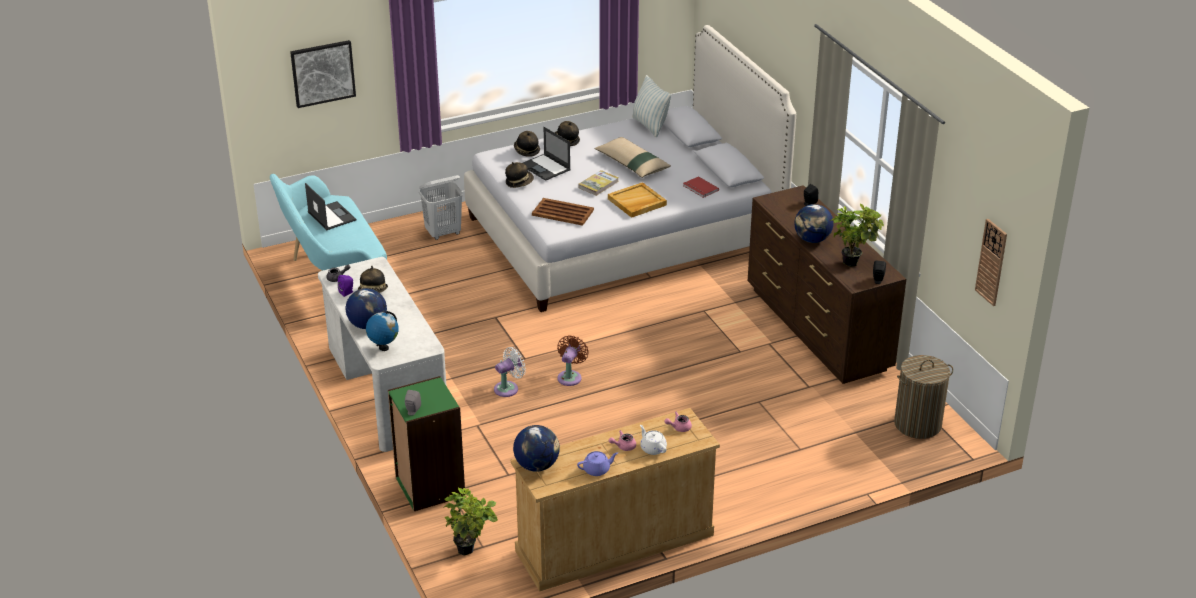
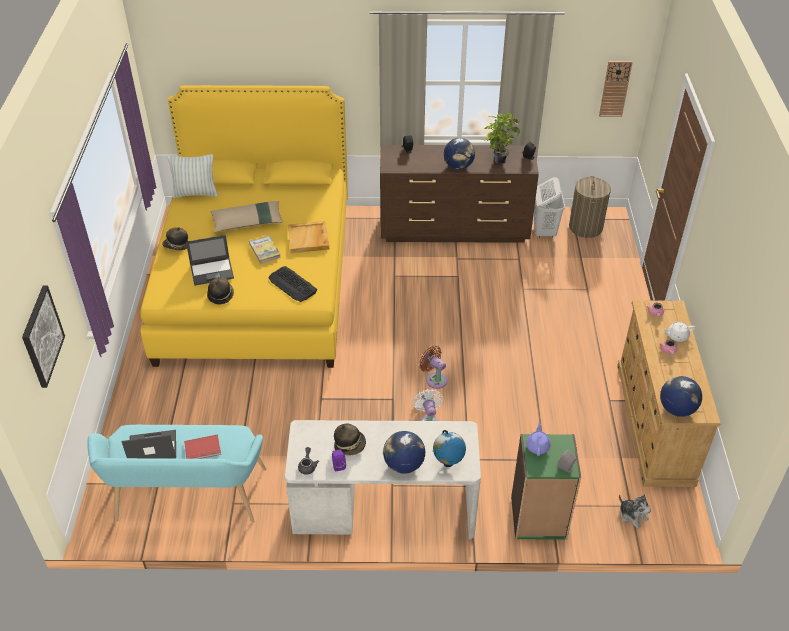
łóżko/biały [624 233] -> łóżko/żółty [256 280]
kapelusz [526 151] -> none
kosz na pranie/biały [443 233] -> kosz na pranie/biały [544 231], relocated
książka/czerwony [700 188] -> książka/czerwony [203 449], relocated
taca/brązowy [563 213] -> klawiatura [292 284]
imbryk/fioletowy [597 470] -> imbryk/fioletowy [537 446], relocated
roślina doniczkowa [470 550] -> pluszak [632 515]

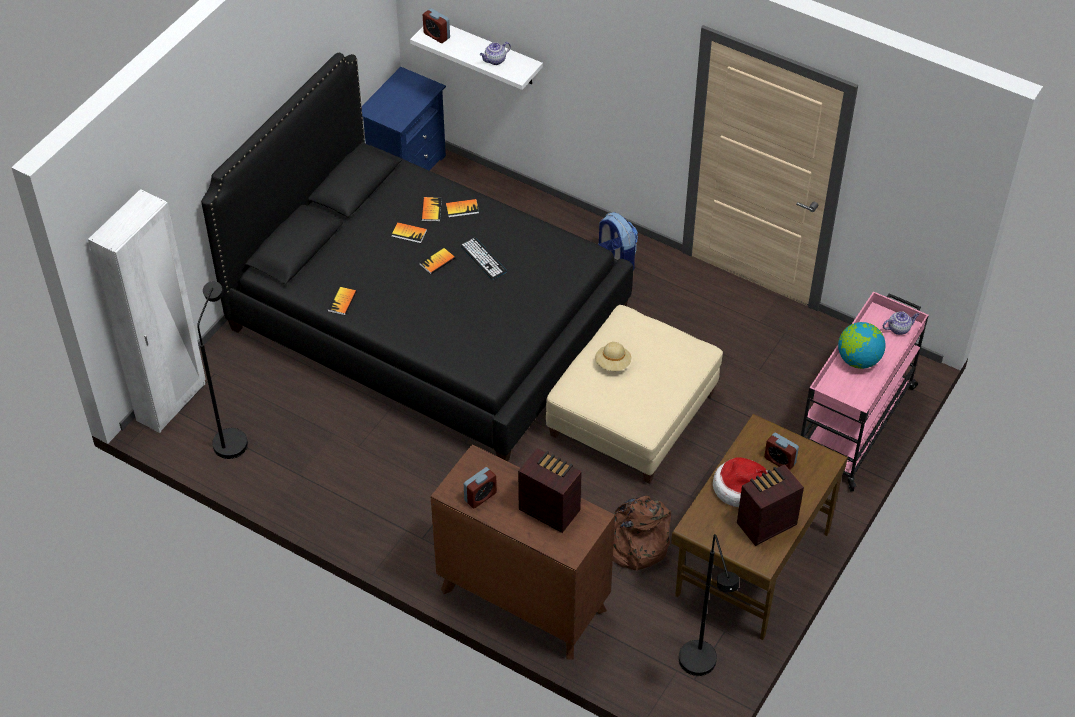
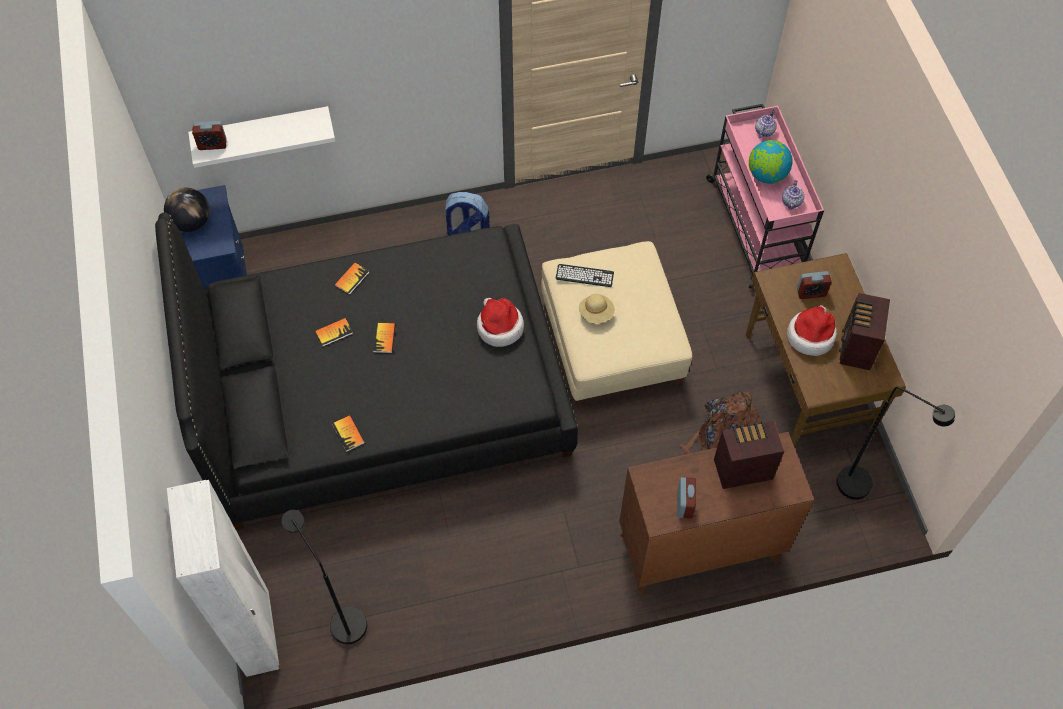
imbryk [495 60] -> imbryk [791 202], relocated
książka [431 210] -> none
klawiatura [483 259] -> klawiatura [584 276], relocated
none -> globus [191 222]
none -> kapelusz [499 327]

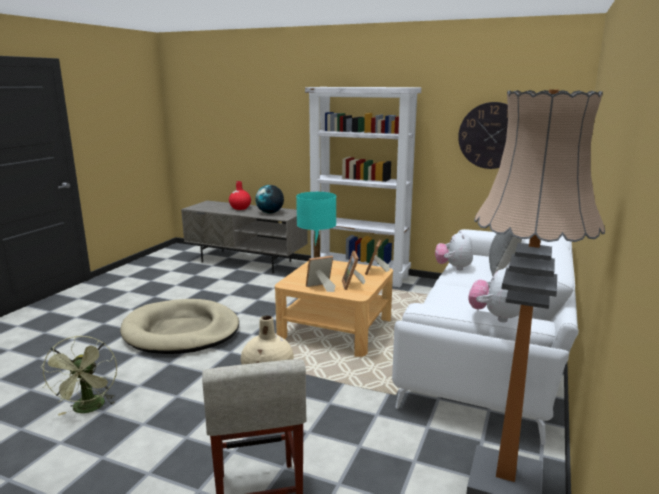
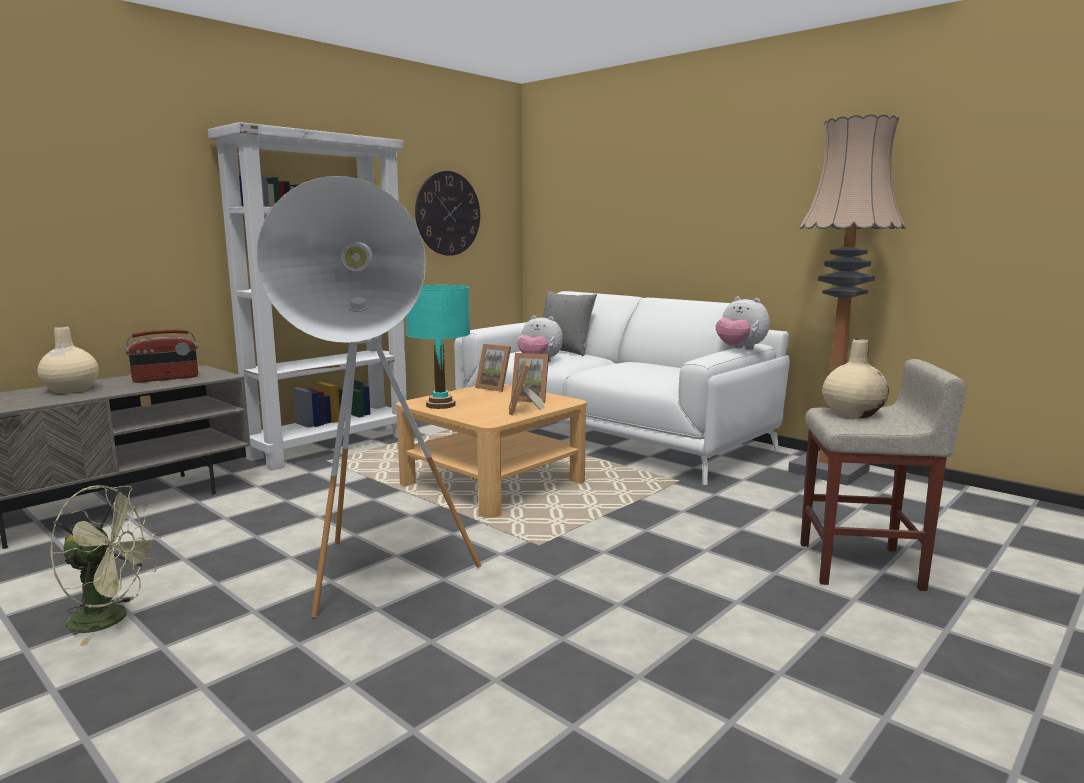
wazon/czerwony [240 208] -> wazon/beżowy [71 390]
globus [270 213] -> radio [165 379]
legowisko/beżowy [181 331] -> lampa stojąca/biały [373 589]
wentylator/zielony [89 409] -> wentylator/zielony [111 619], relocated

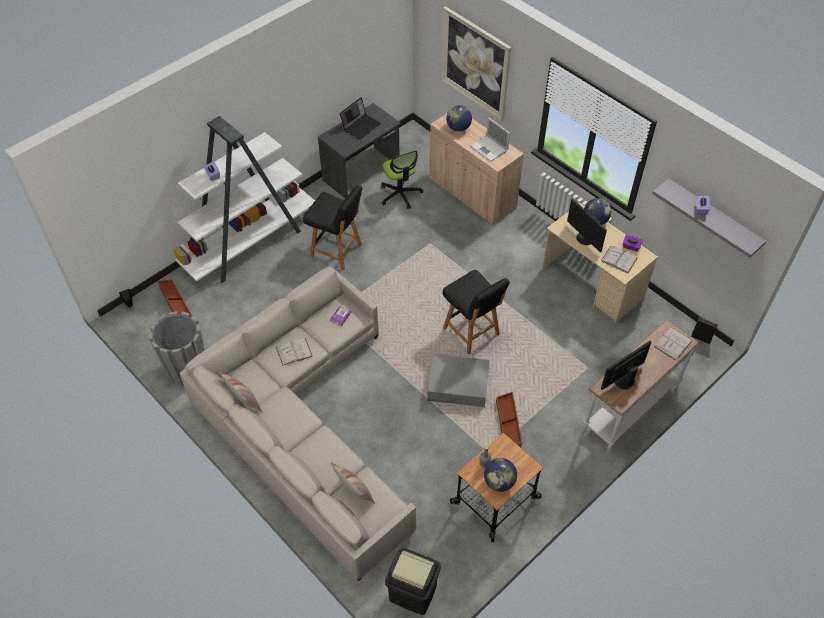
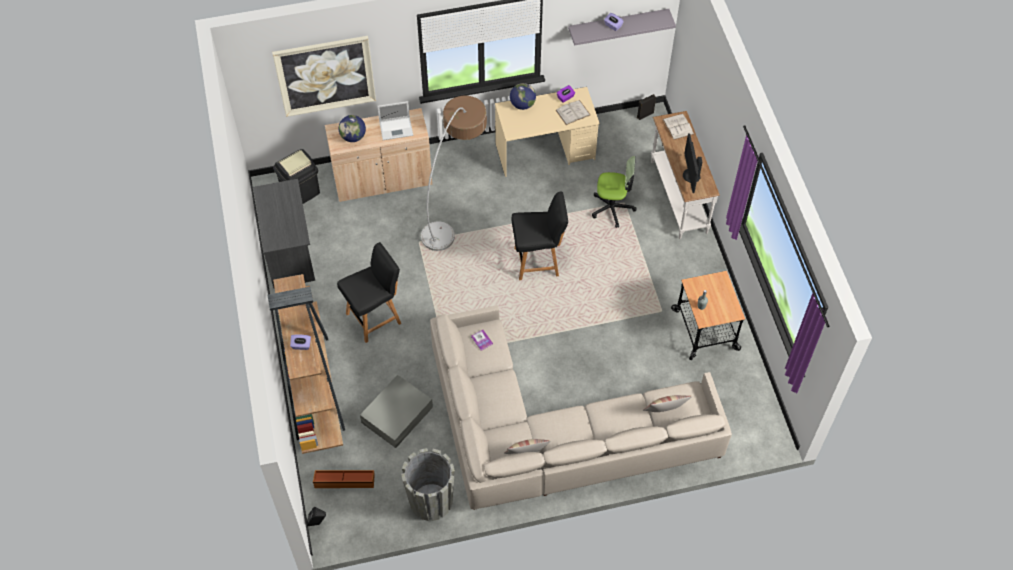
laptop [361 126] -> none
regał/biały [250 243] -> regał/brązowy [312 385]
krzesło biurowe [400 194] -> krzesło biurowe [612 208], relocated
monitor [584 238] -> none
książka/biały [294 352] -> none
pojemnik do przechowywania/szary [459 385] -> pojemnik do przechowywania/szary [398 414], relocated
pojemnik do przechowywania/brązowy [508 425] -> none
globus [499 482] -> none
kosz na śmieci/czarny [412 593] -> kosz na śmieci/czarny [300 192], relocated
none -> lampa stojąca [455 201]

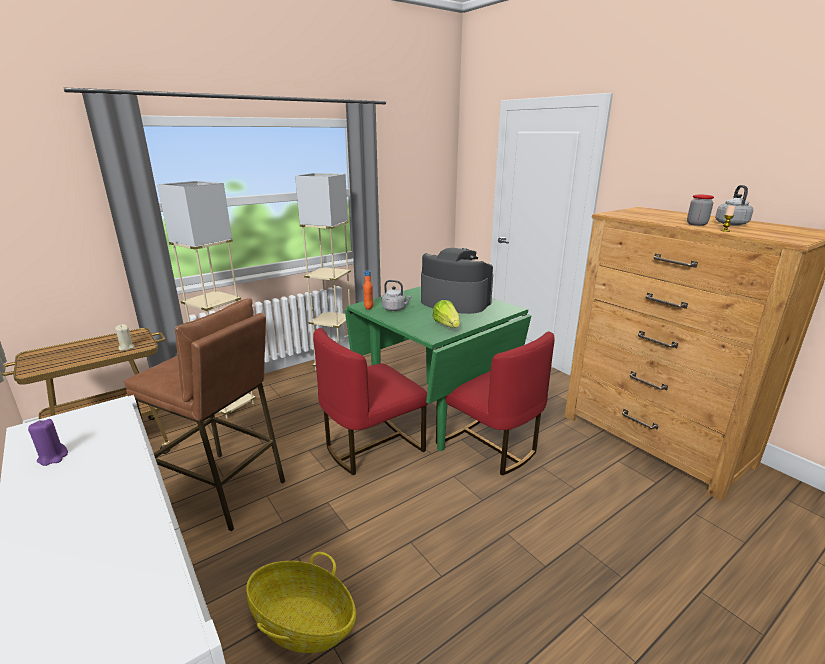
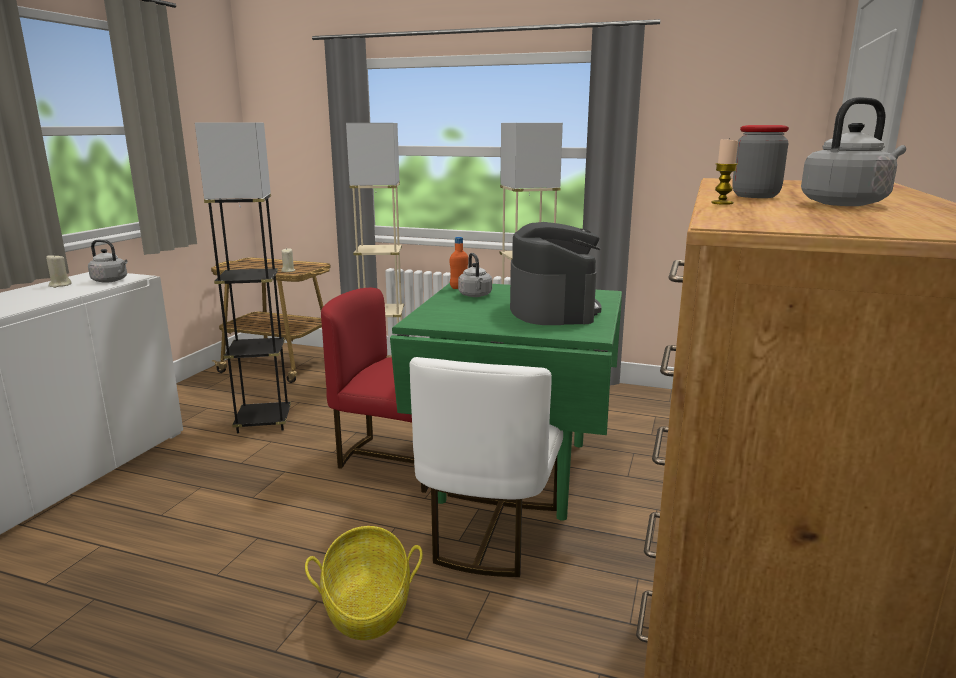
stołek/brązowy [224 490] -> lampa stojąca/szary [263 422]
sałata [447 325] -> none
krzesło/czerwony [489 446] -> krzesło/biały [489 533]
świeca/fioletowy [53 457] -> świeca/beżowy [60 285]
koszyk [303 623] -> koszyk [367 606], relocated
none -> czajnik/szary [111 280]

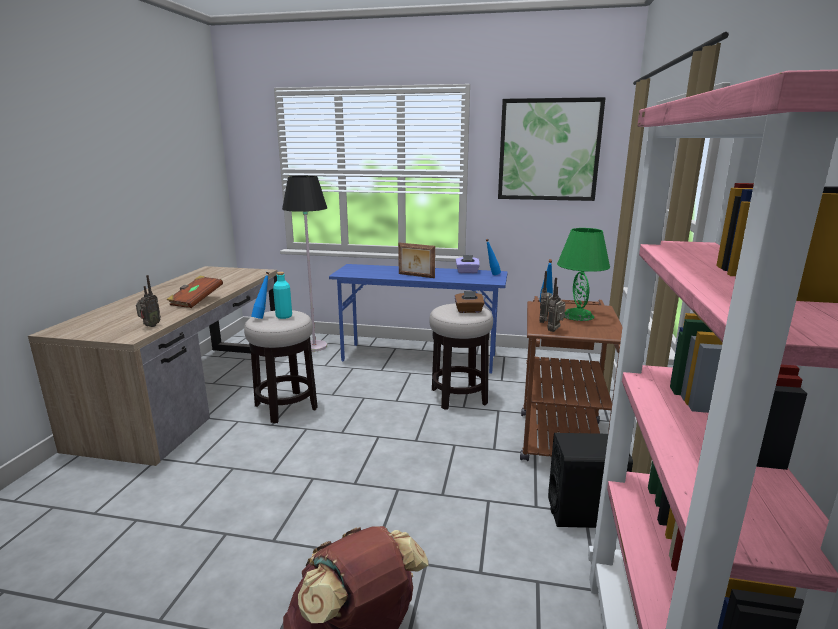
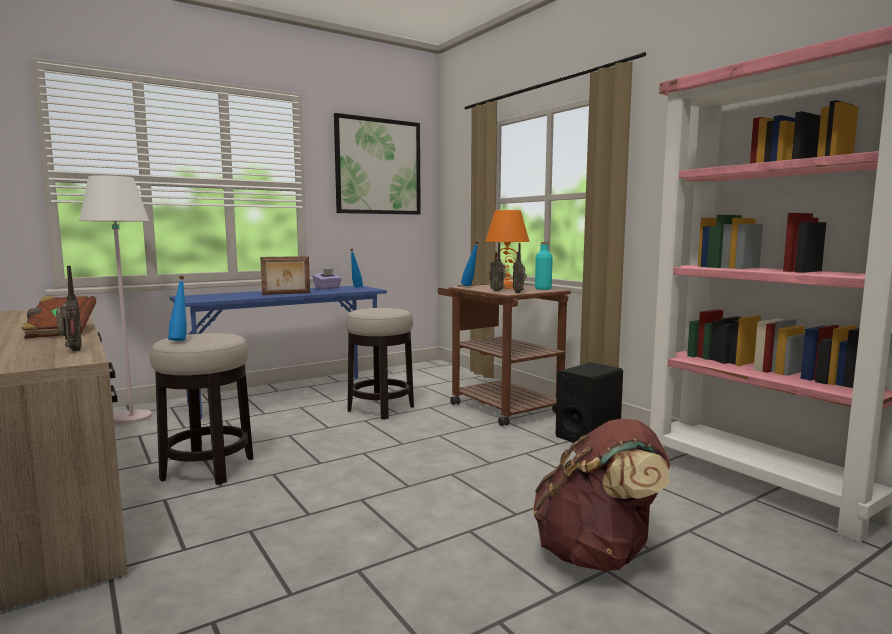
lampa stojąca/czarny [314 346] -> lampa stojąca/biały [131 418]
lampa stołowa/zielony [577 315] -> lampa stołowa/pomarańczowy [506 287]
butelka/turkusowy [284 316] -> butelka/turkusowy [543 289], relocated
pudełko chusteczek/brązowy [469 311] -> none

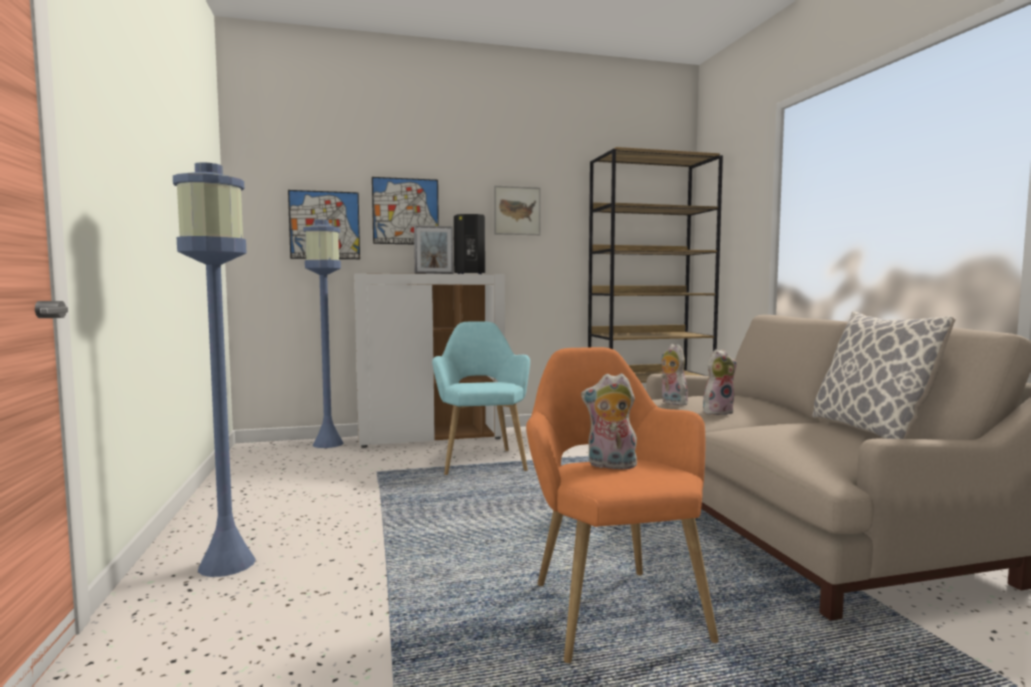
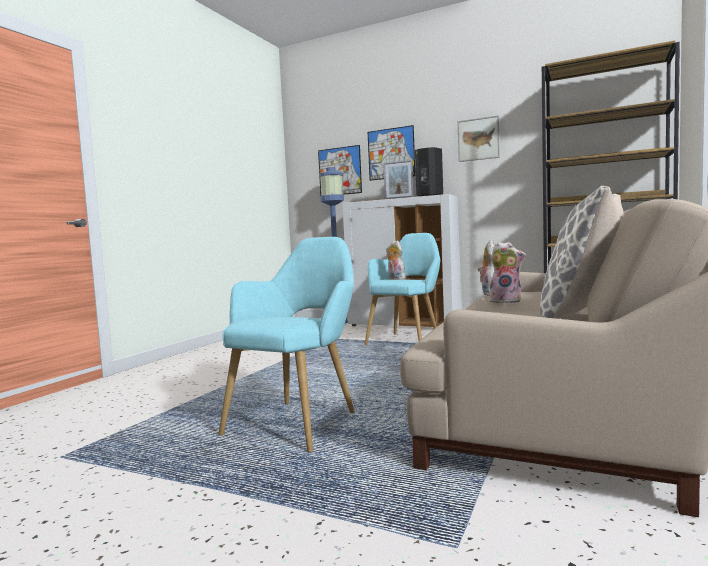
lampa stojąca/niebieski [226 564] -> none
fotel/pomarańczowy [610 605] -> fotel/turkusowy [299 421]
pluszak [610 466] -> pluszak [395 279], relocated

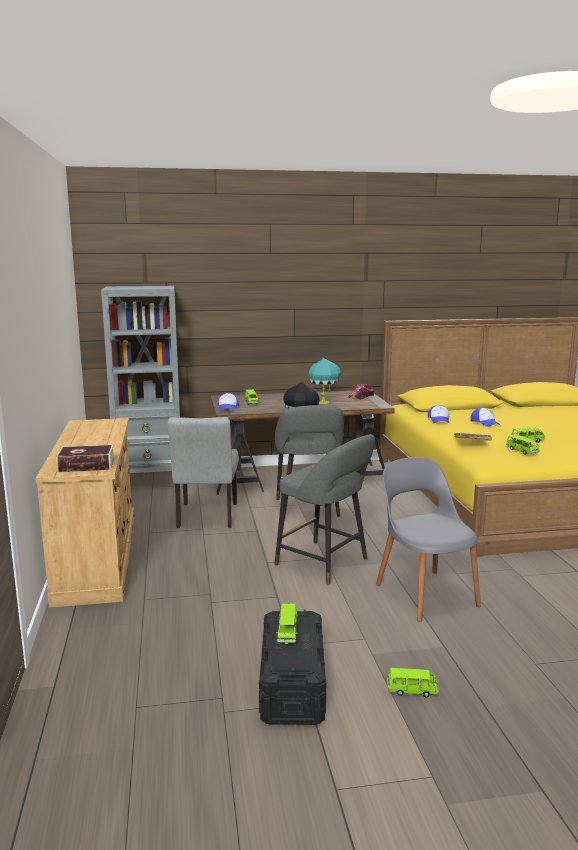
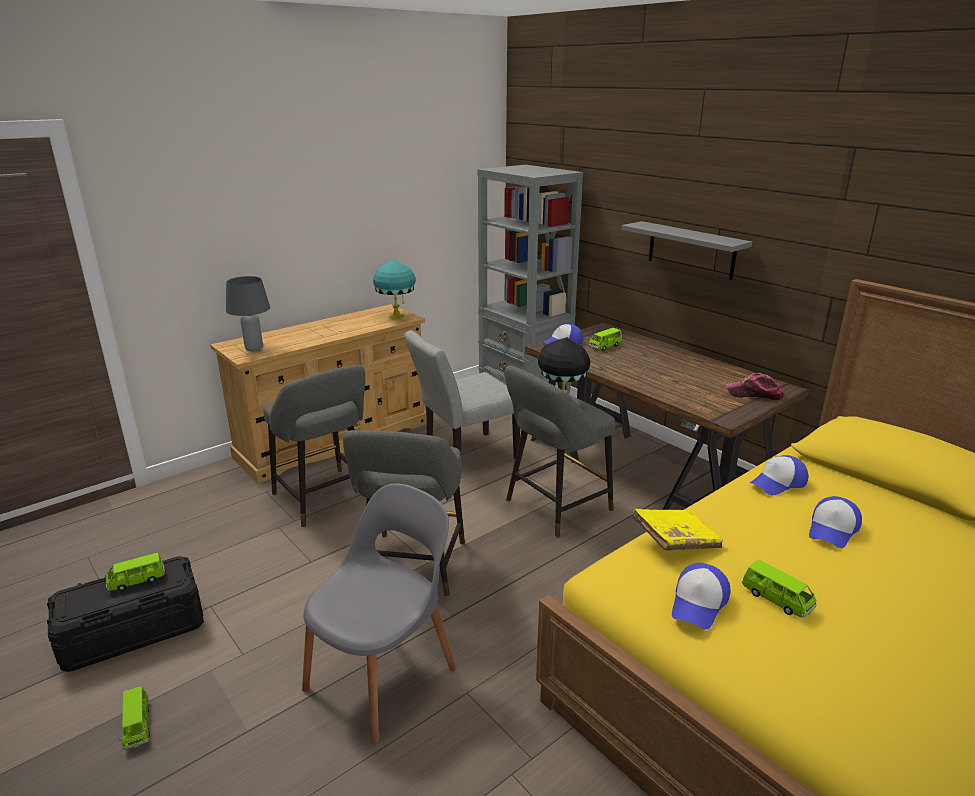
lampa stołowa/turkusowy [324 402] -> lampa stołowa/turkusowy [396 316], relocated
samochodzik/zielony [522 451] -> czapka z daszkiem [699 603]
książka [86 465] -> lampa stołowa/szary [254 349]
none -> półka/szary [691 250]
none -> stołek/szary [325 499]

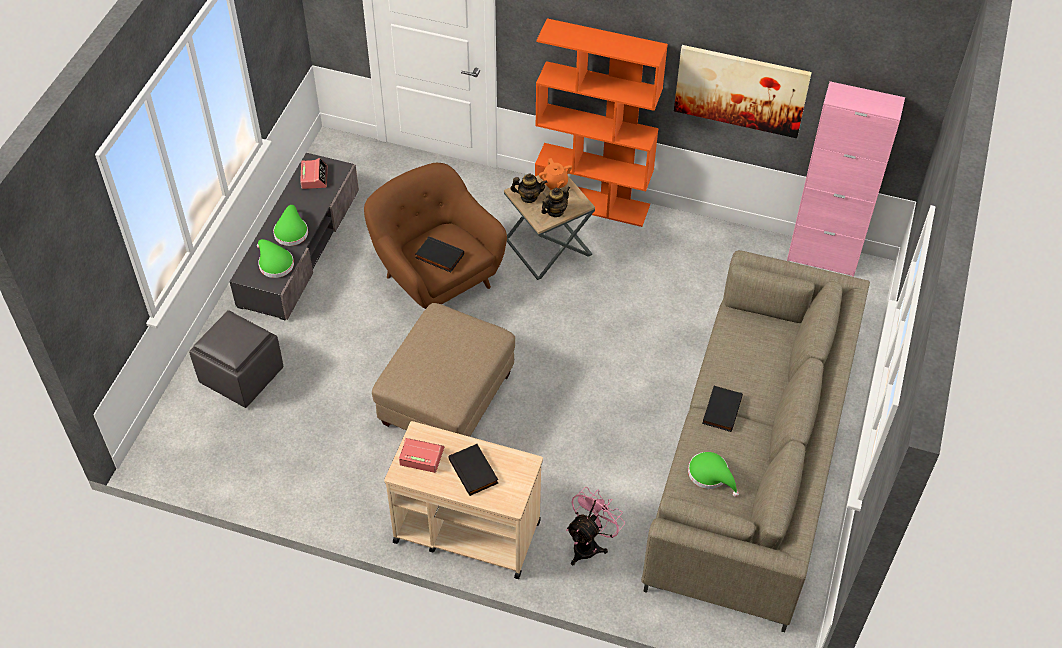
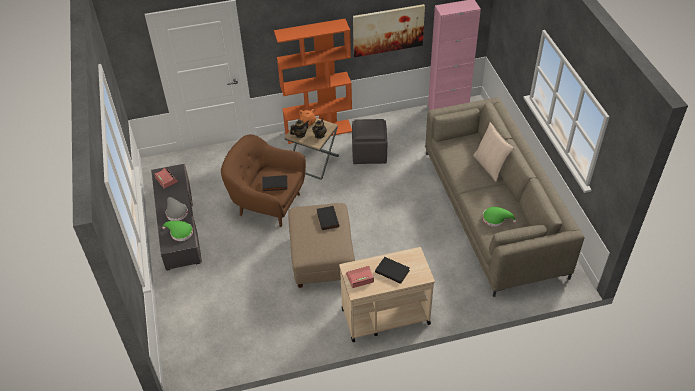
kapelusz/zielony [291 231] -> kapelusz/szary [176 212]
pufa/szary [242 375] -> pufa/szary [369 153], relocated
książka/czarny [721 410] -> książka/czarny [327 219], relocated
wentylator/różowy [589 544] -> none
none -> poduszka/beżowy [490 166]

